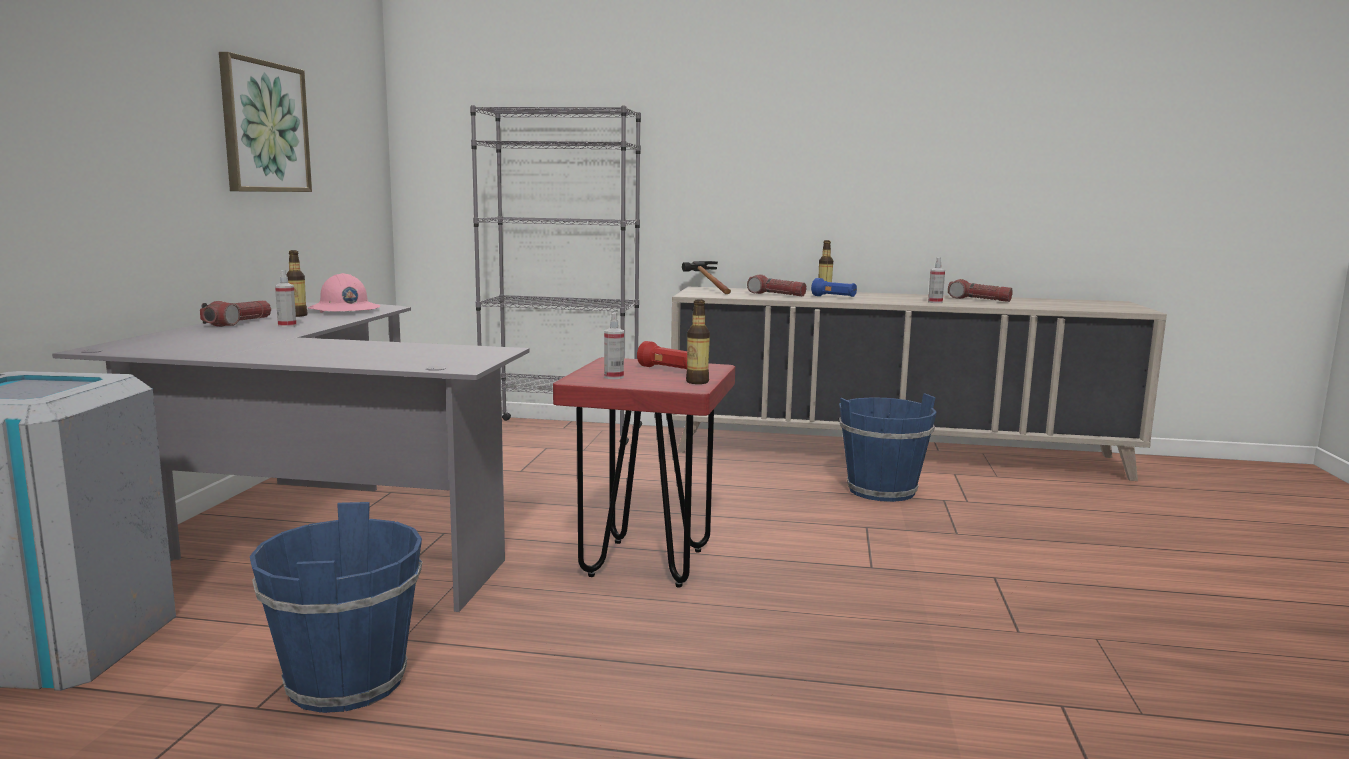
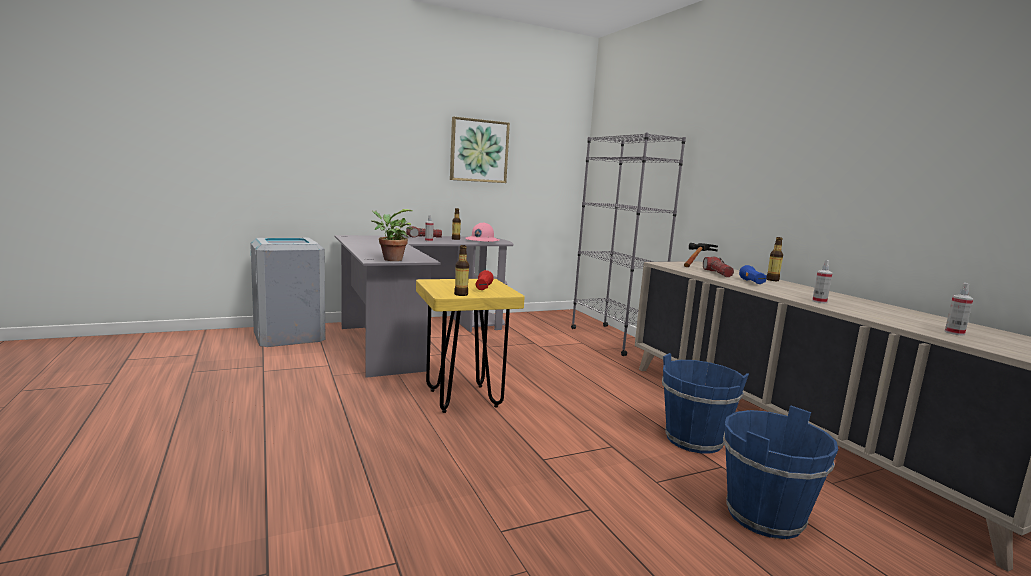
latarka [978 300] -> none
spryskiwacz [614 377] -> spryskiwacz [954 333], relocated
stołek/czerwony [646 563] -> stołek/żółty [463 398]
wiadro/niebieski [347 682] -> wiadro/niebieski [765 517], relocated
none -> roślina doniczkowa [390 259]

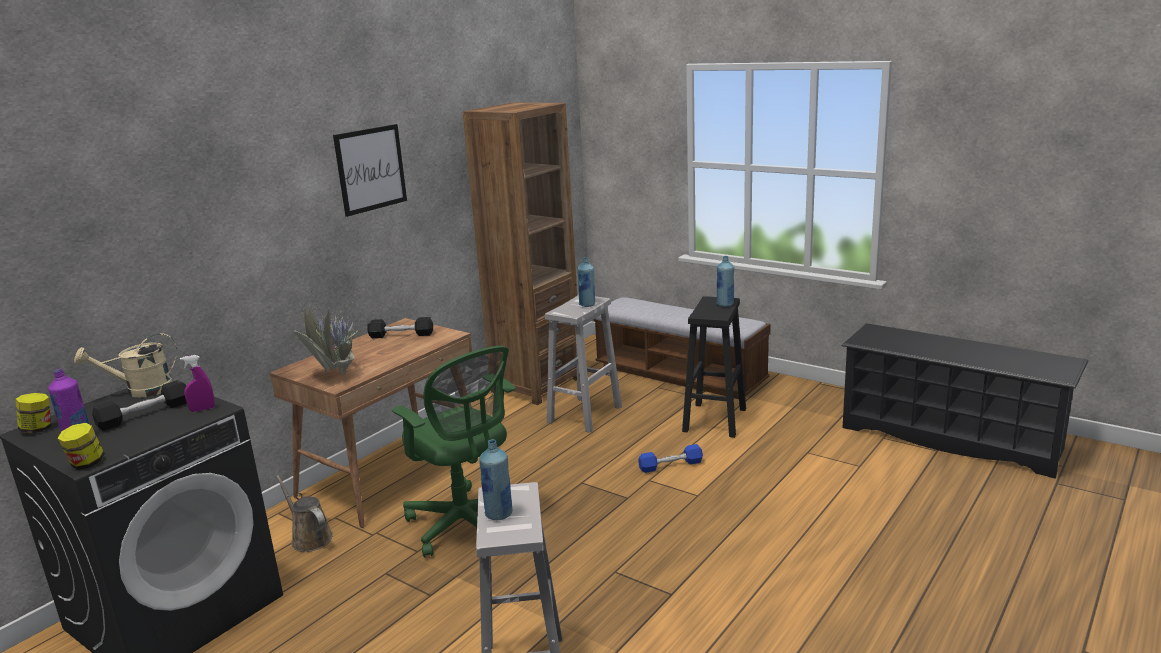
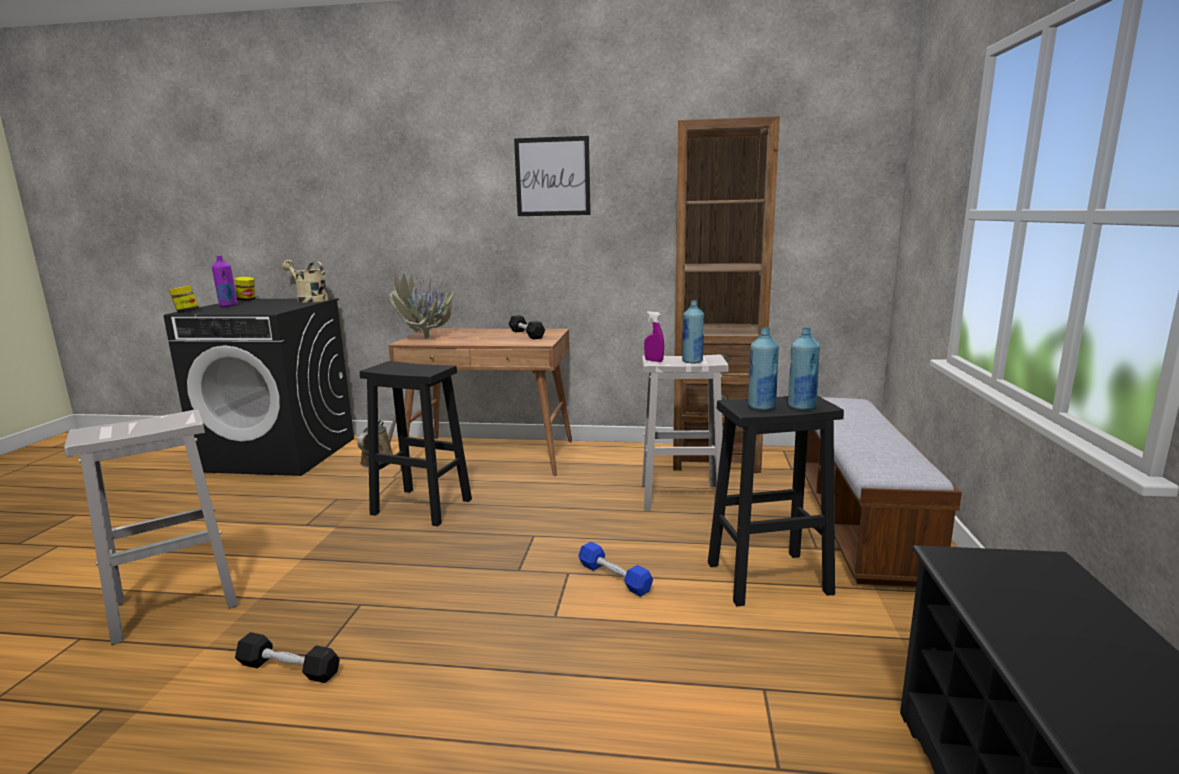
krzesło biurowe/zielony [466 526] -> stołek/czarny [420 507]
spryskiwacz/fioletowy [202 409] -> spryskiwacz/fioletowy [654 361], relocated
hantel/czarny [144 414] -> hantel/czarny [288 669], relocated
butelka/niebieski [499 514] -> butelka/niebieski [761 407], relocated

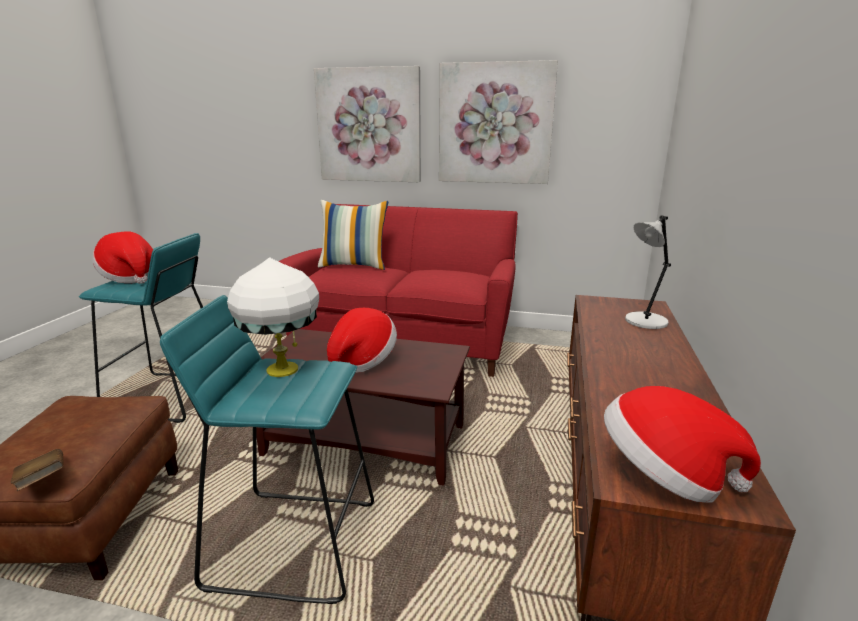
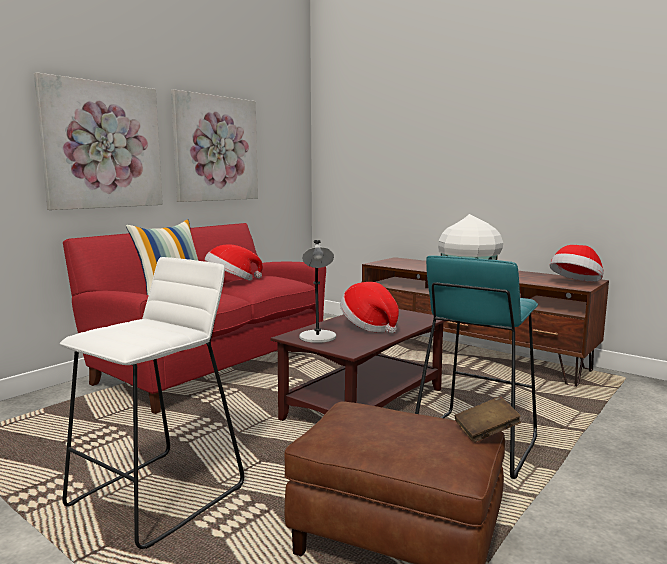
lampa stołowa/szary [644 322] -> lampa stołowa/szary [318 338], relocated
kapelusz [130 277] -> kapelusz [232 281], relocated
stołek/turkusowy [169 397] -> stołek/biały [159 496]

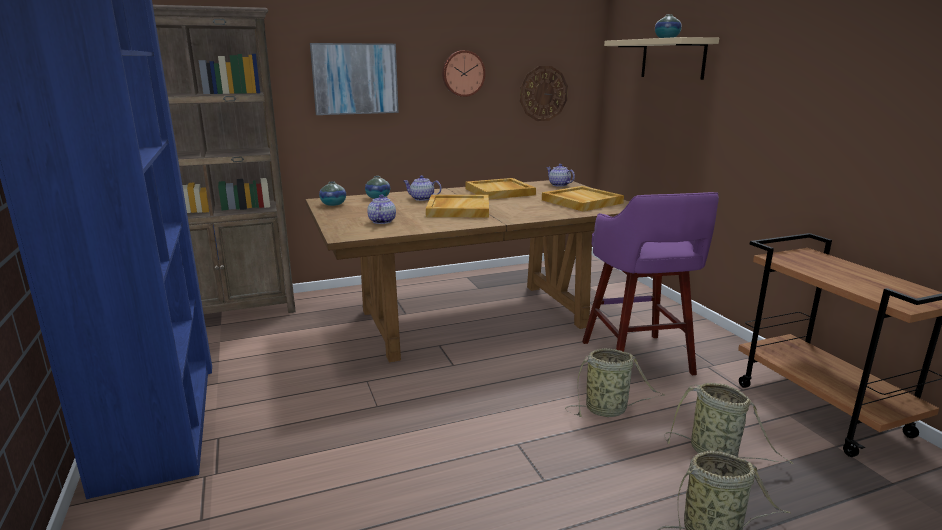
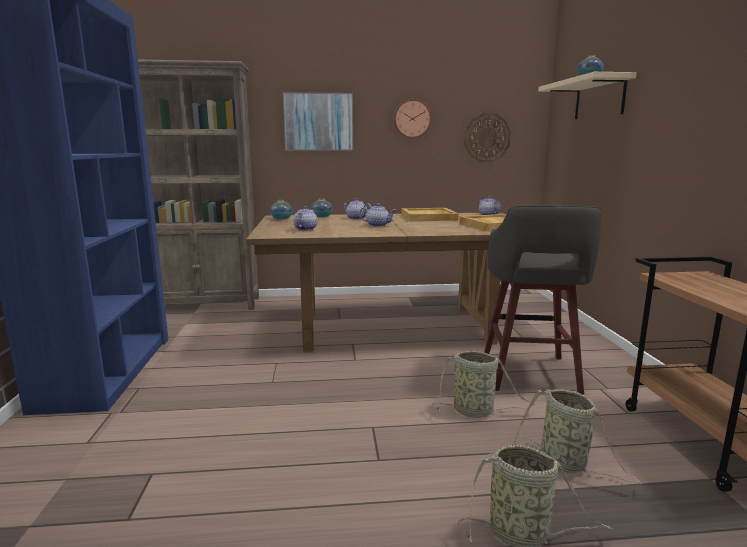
stołek/fioletowy [637 359] -> stołek/szary [530 374]
taca/beżowy [458 209] -> imbryk [378 225]

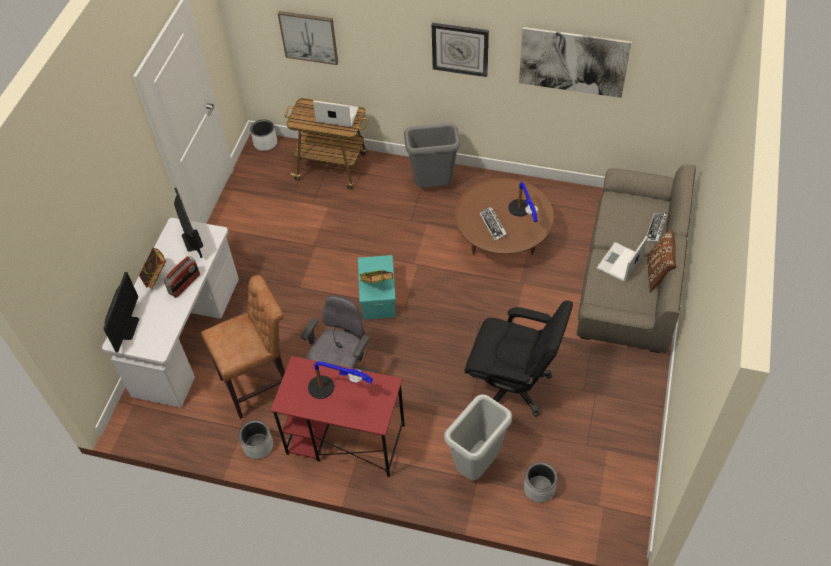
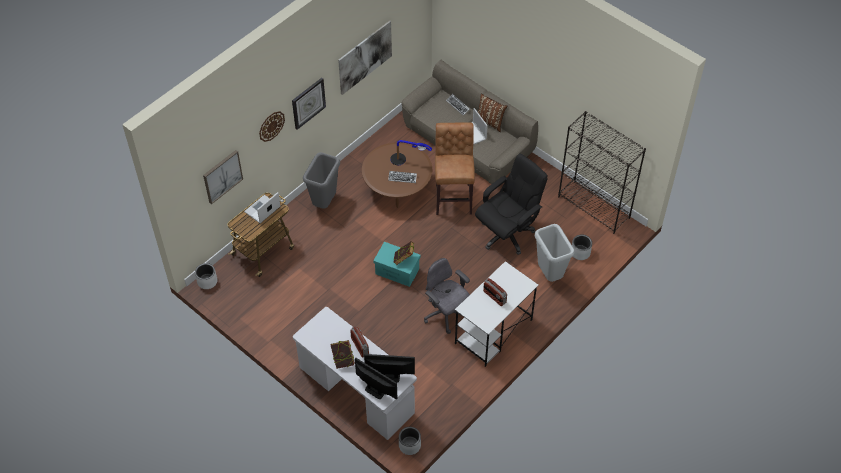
monitor [192 240] -> monitor [389 376], relocated
stołek/brązowy [261 384] -> stołek/brązowy [453 197], relocated
biurko/czerwony [344 439] -> biurko/biały [493 332]
lampa stołowa [334 391] -> radio [494 297]
donica/szary [258 446] -> donica/szary [409 445], relocated
none -> zegar ścienny [271 126]
none -> regał/czarny [594 207]

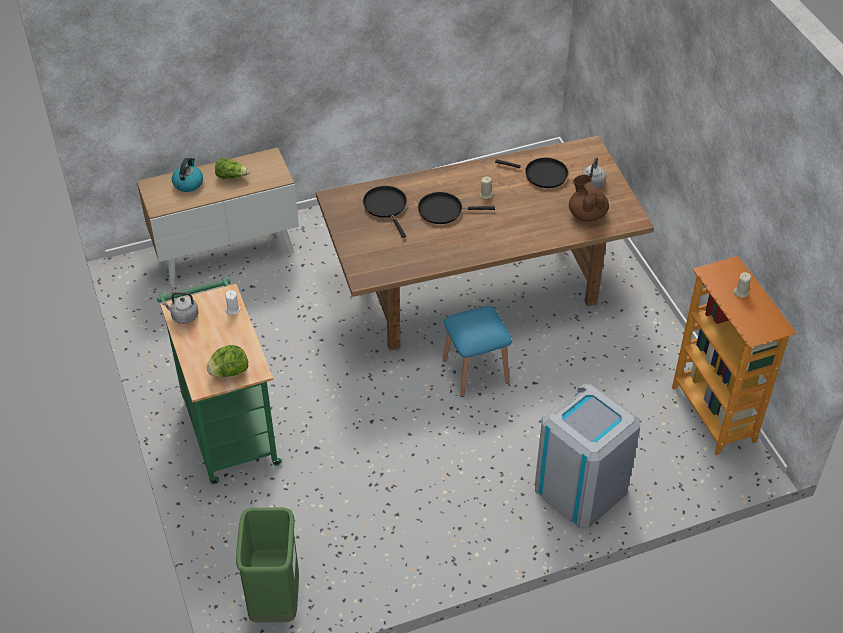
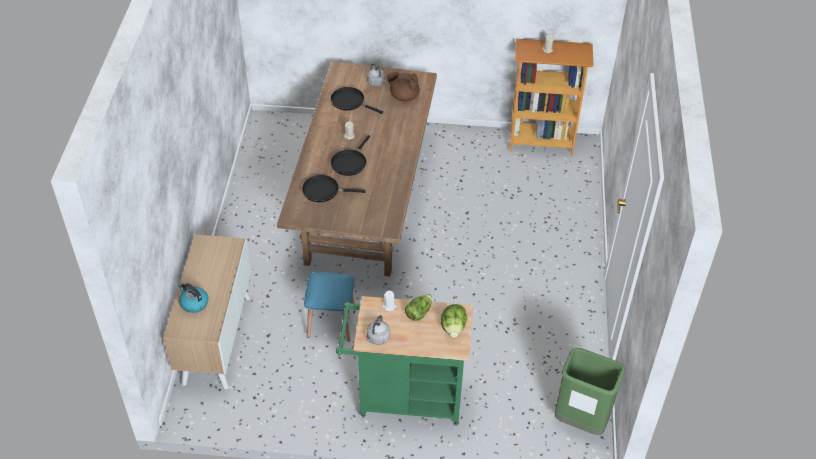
sałata [231 176] -> sałata [418 312], relocated
patelnia/czarny [542 175] -> patelnia/czarny [350 101], 105 degrees counterclockwise
stołek/niebieski [475 371] -> stołek/niebieski [331 322], relocated
kosz na śmieci/szary [580 489] -> none

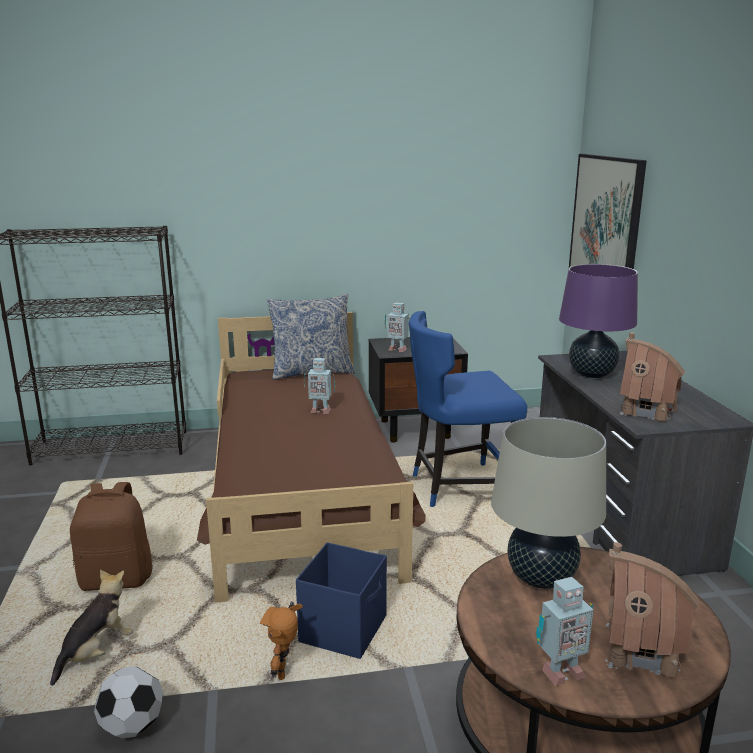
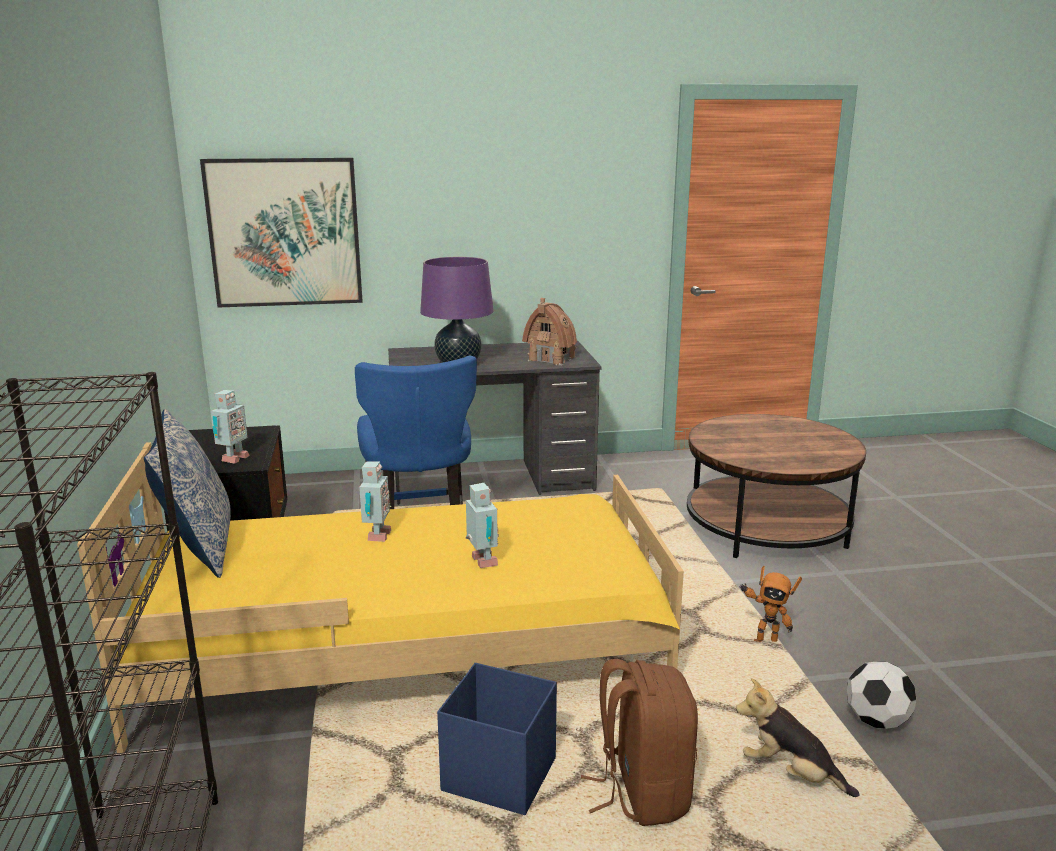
łóżko/brązowy [302 491] -> łóżko/żółty [408 650]
lampa stołowa/beżowy [541 578] -> none
pojemnik do przechowywania/niebieski [344 629] -> pojemnik do przechowywania/niebieski [498 774], relocated
domek [641 650] -> none
robot zabawkowy [560 672] -> robot zabawkowy [482 562], relocated

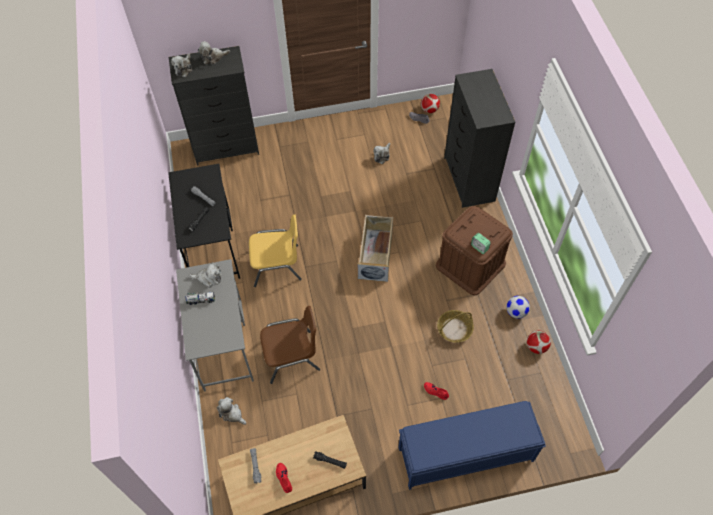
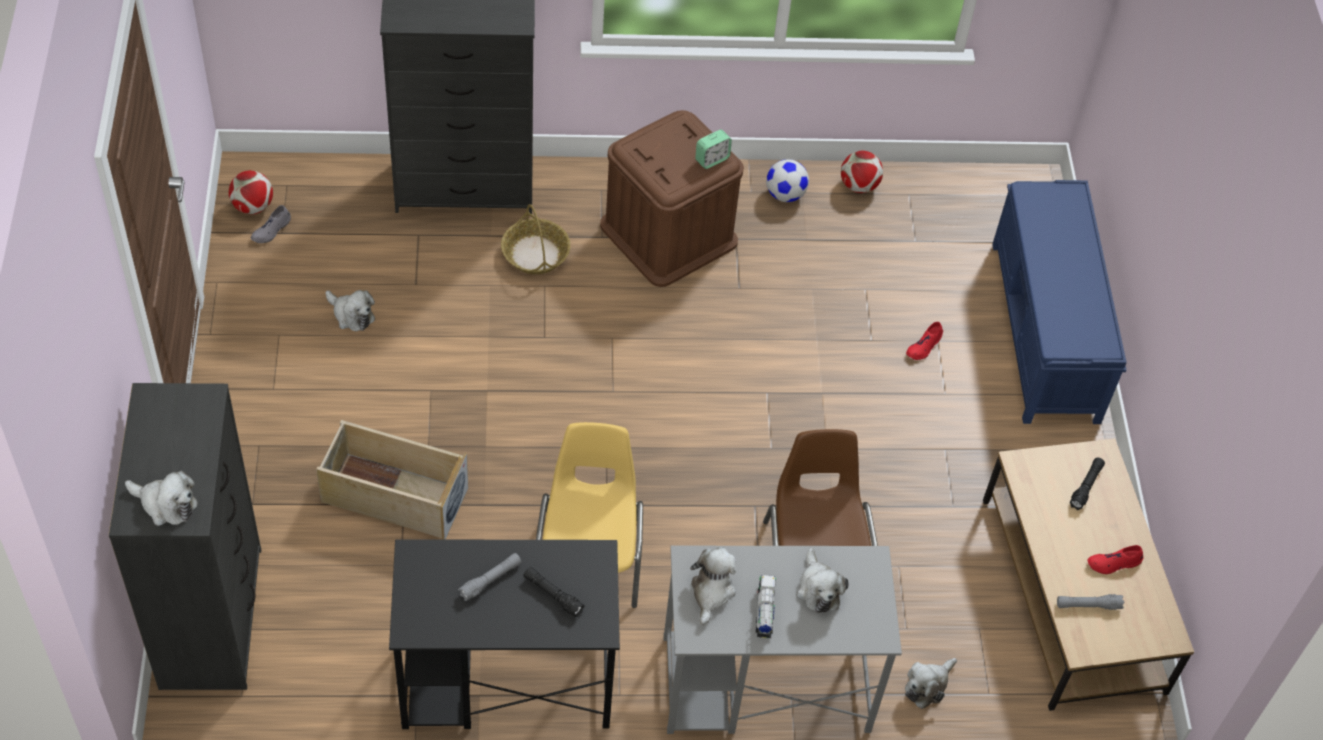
pluszak [213 57] -> pluszak [818 589], relocated
pojemnik do przechowywania/beżowy [375 254] -> pojemnik do przechowywania/beżowy [393 496], relocated
koszyk [454 329] -> koszyk [536 254], relocated

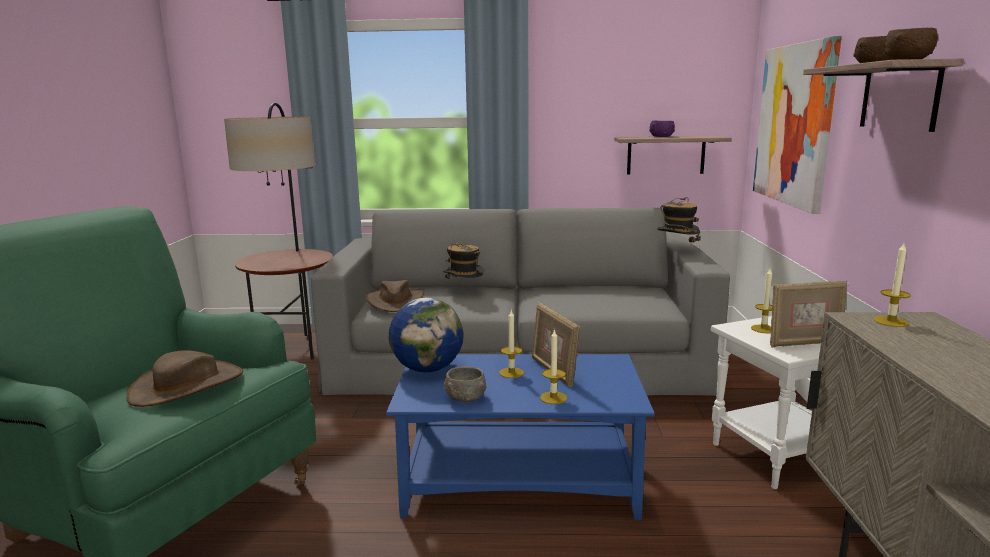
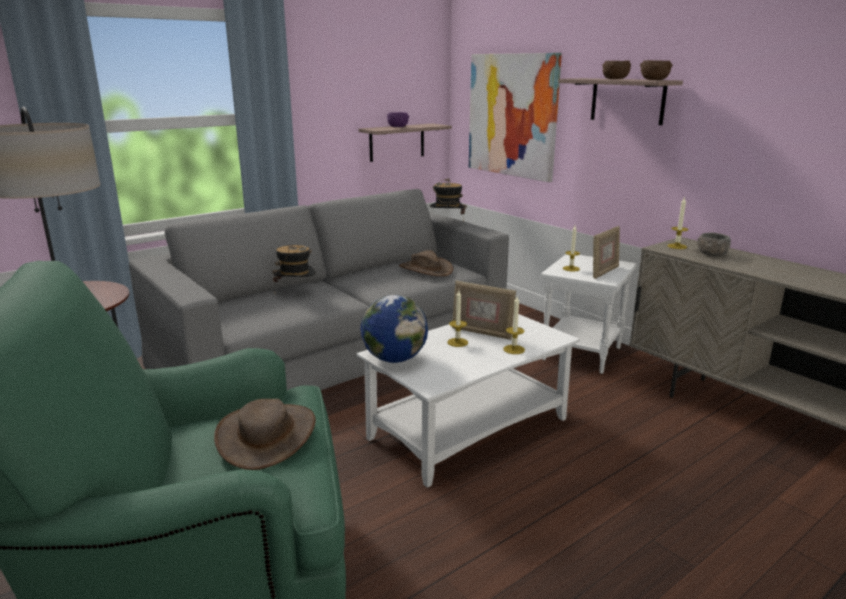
kapelusz/brązowy [395 301] -> kapelusz/brązowy [425 269], relocated
ława/niebieski [521 481] -> ława/biały [469 427]
miska/szary [465 397] -> miska/szary [712 254], relocated

